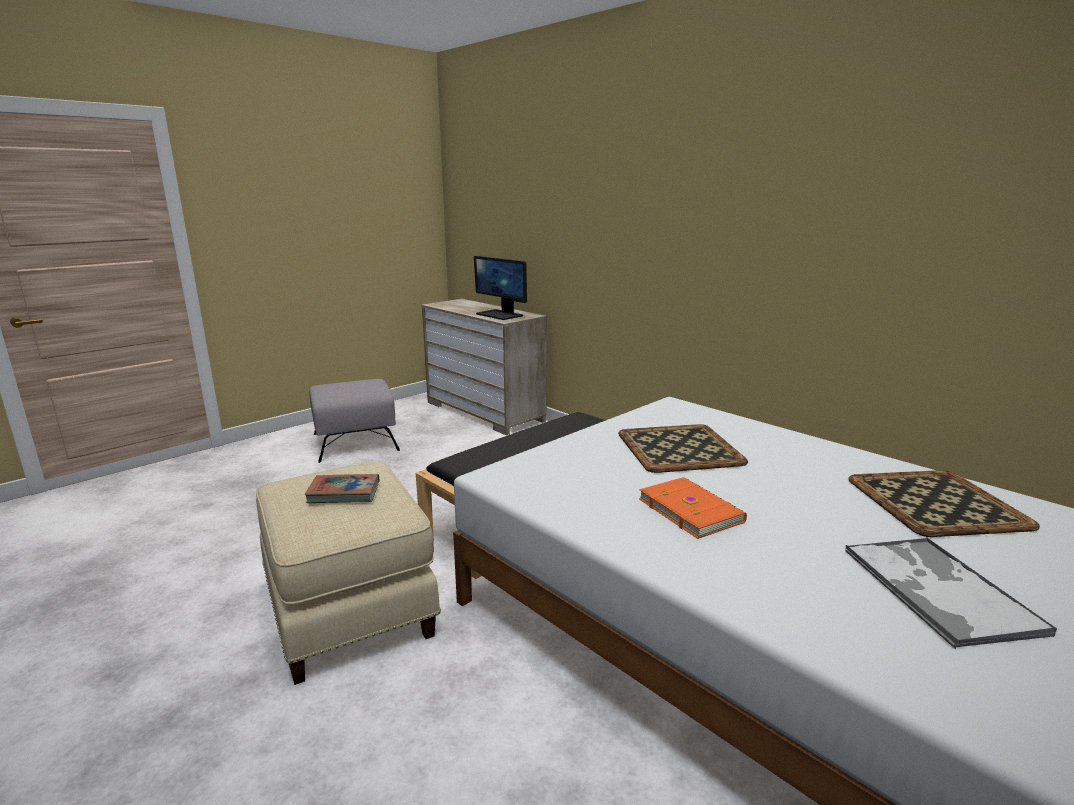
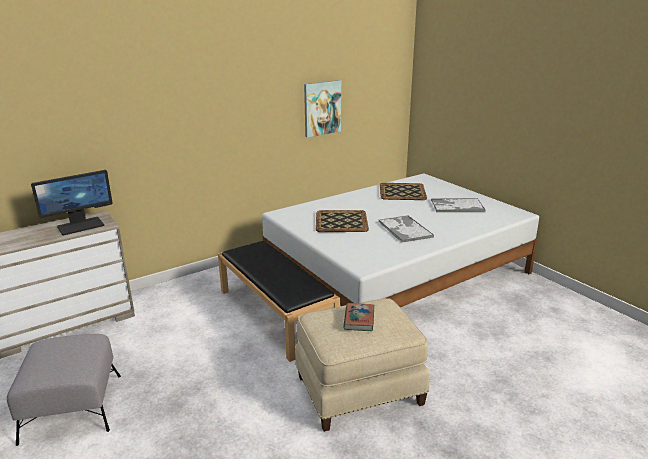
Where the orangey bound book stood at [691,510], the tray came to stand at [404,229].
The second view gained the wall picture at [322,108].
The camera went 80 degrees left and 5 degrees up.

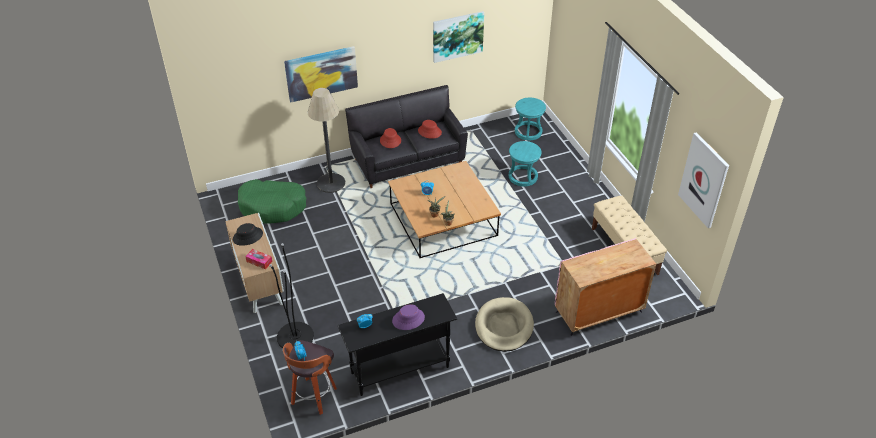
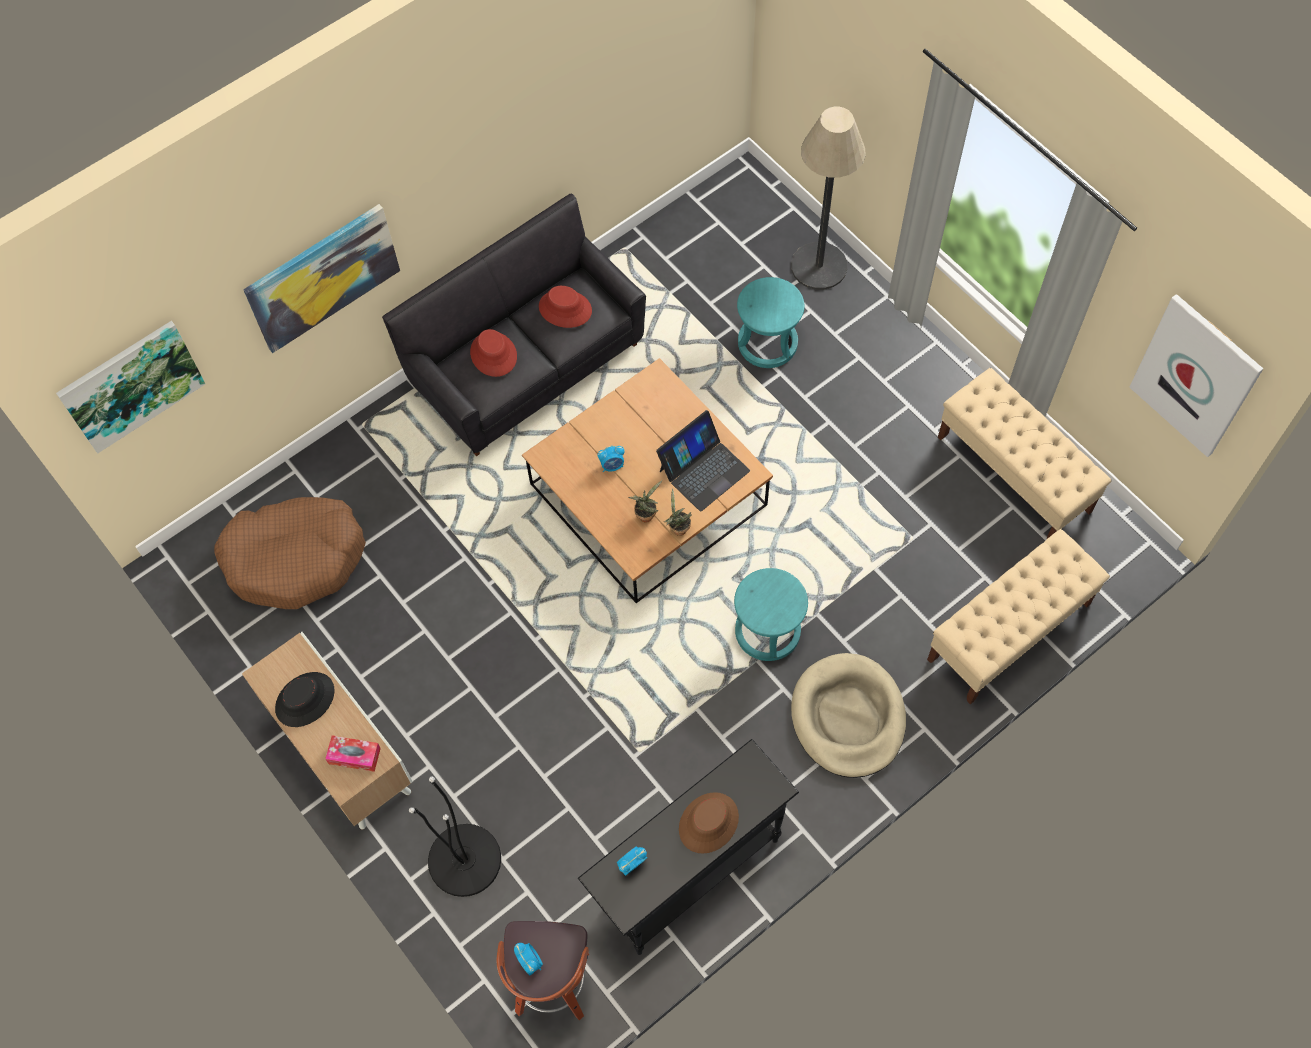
The wall picture ended up elsewhere, having gone from [457,36] to [131,385].
The standard lamp ended up elsewhere, having gone from [331,183] to [819,266].
The turquoise stool ended up elsewhere, having gone from [528,132] to [768,631].
What was the greenish dog cushion at [273,207] turned into the brown-coloured dog cushion at [295,558].
Where the pink-coloured cupboard stood at [598,312], the beige-coloured long seat came to stand at [1008,632].
What was the purple-coloured clothing hat at [408,319] turned into the brown-coloured clothing hat at [708,823].
The second view gained the portable computer at [703,470].
The camera went 15 degrees left and 20 degrees up.

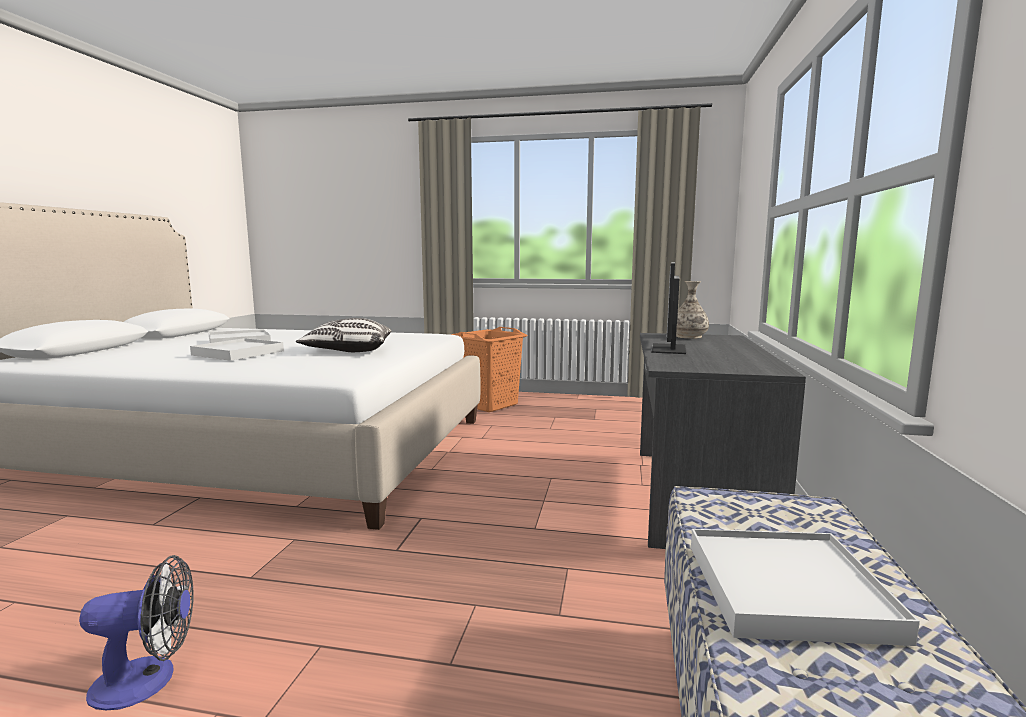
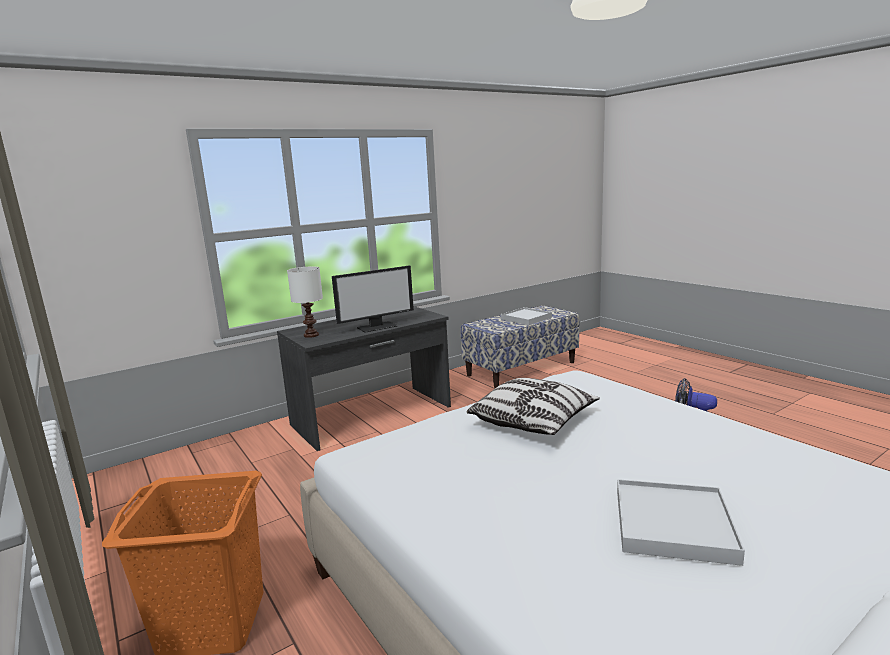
Where the vase stood at [689,336], the white lamp for a table came to stand at [310,335].
The second view lost the white tray at [238,353].
The camera went 135 degrees left and 5 degrees up.

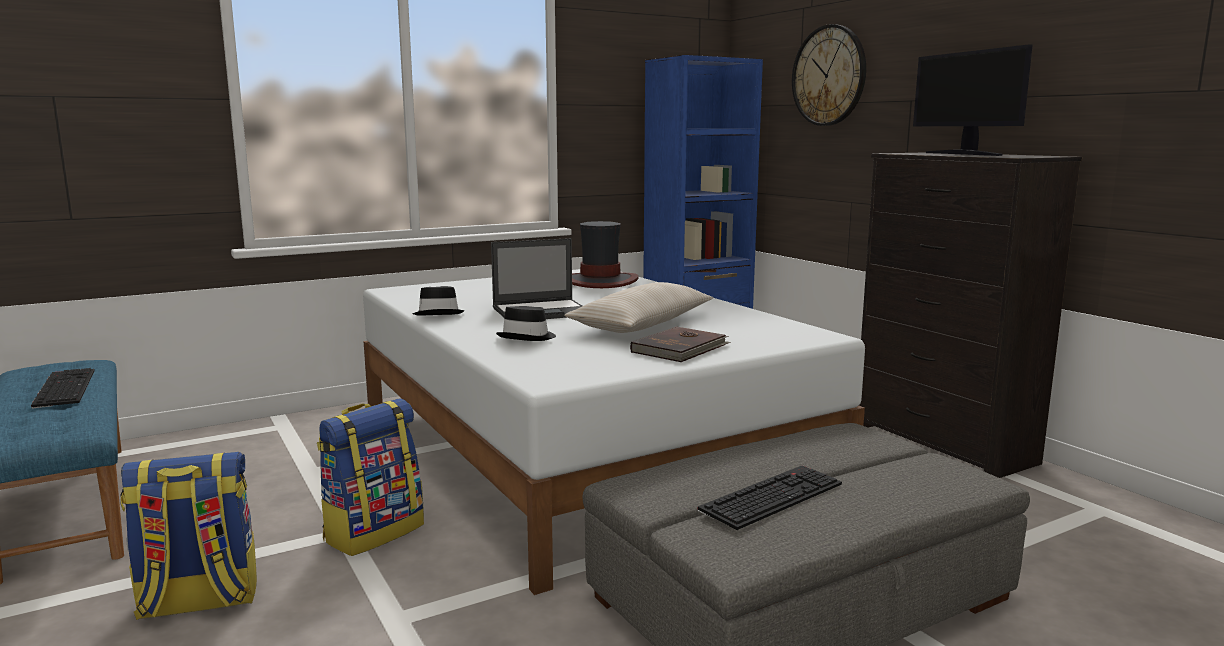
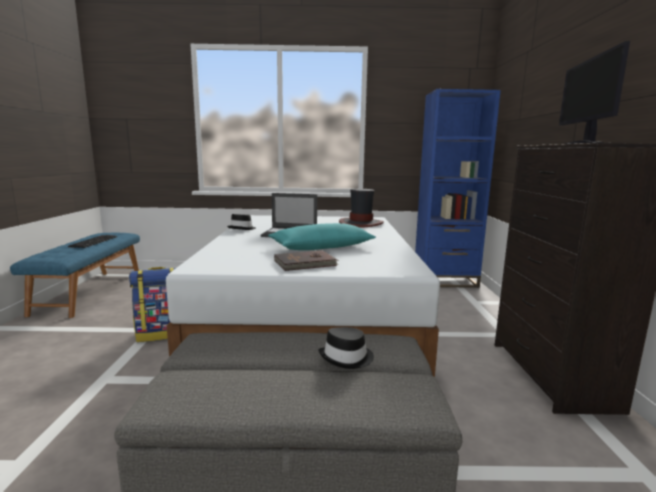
The second view lost the wall clock at [829,76].
What was the beige-coloured pillow at [642,324] turned into the turquoise pillow at [322,247].
The black clothing hat ended up elsewhere, having gone from [528,337] to [347,358].
The second view lost the backpack at [198,602].
The second view lost the computer keyboard at [771,496].
The camera went 30 degrees right and 0 degrees up.

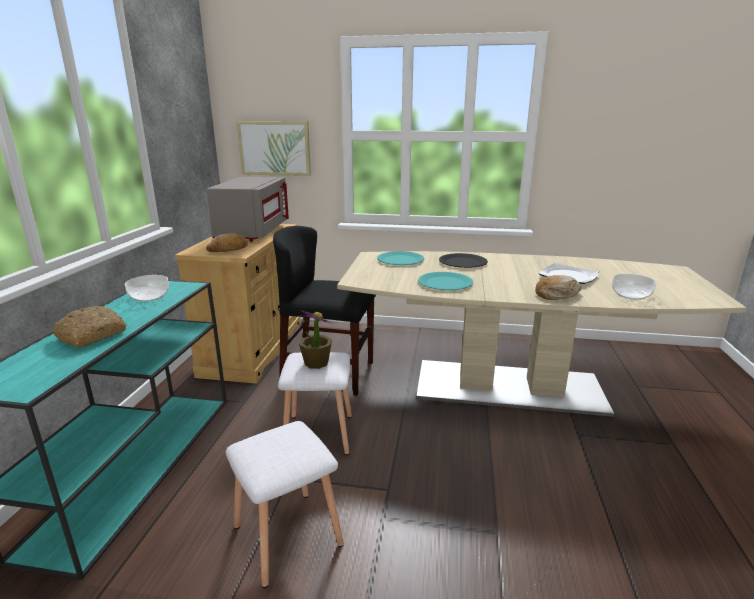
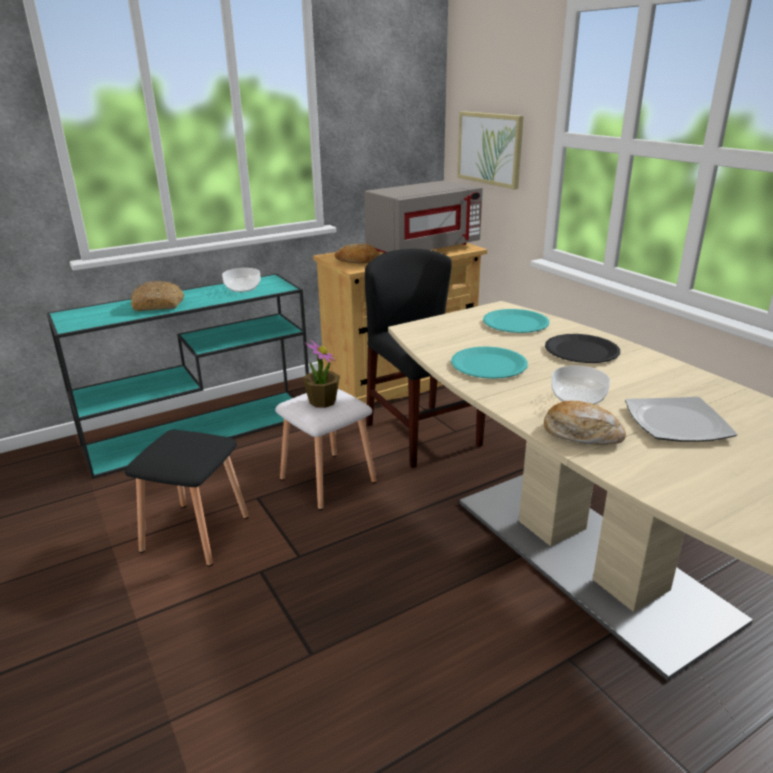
The bowl ended up elsewhere, having gone from [631,295] to [577,398].
What was the white stool at [286,535] turned into the black stool at [196,532].
The camera went 50 degrees right and 5 degrees up.

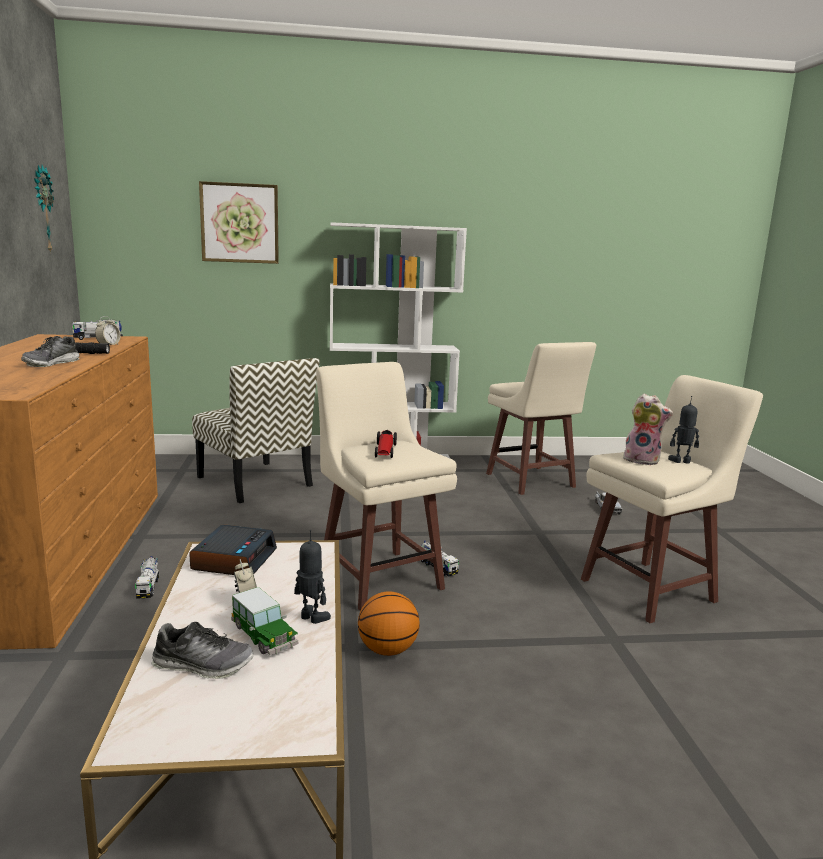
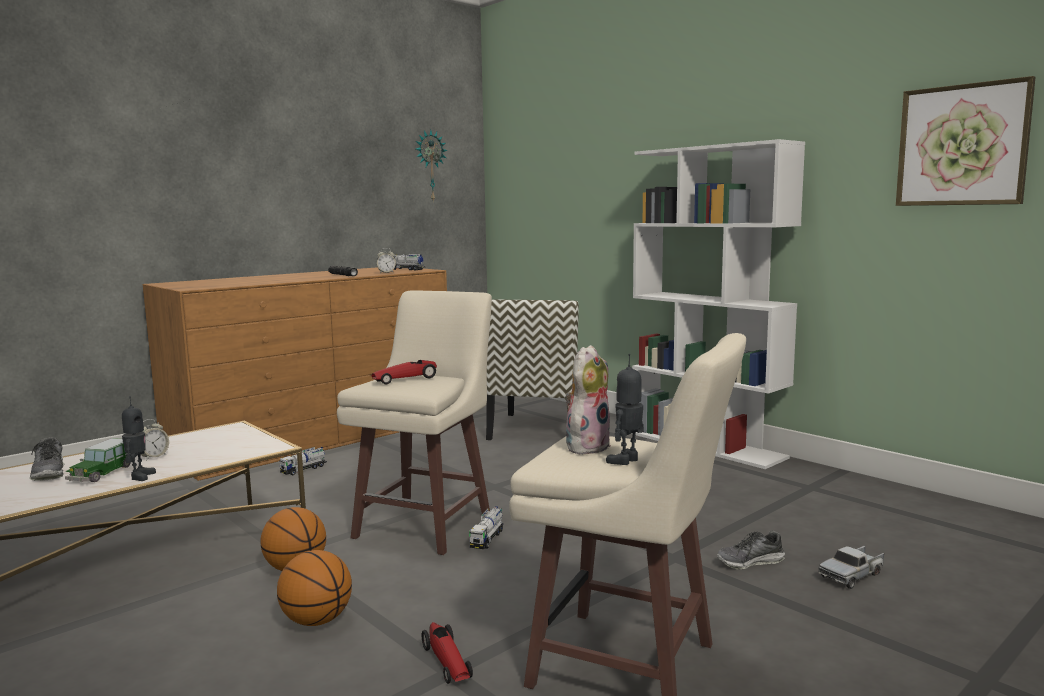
The wall picture ended up elsewhere, having gone from [240,223] to [962,145].
The low shoe ended up elsewhere, having gone from [51,363] to [750,562].
The second view lost the beige-coloured stool at [531,481].
The cuddly toy at [642,460] ended up facing another way, 135 degrees counterclockwise from before.
The model robot at [681,461] ended up facing another way, 105 degrees counterclockwise from before.
The second view lost the alarm clock at [234,559].
The second view gained the basketball at [317,620].
The second view gained the model car at [447,661].
The camera went 55 degrees right and 5 degrees down.

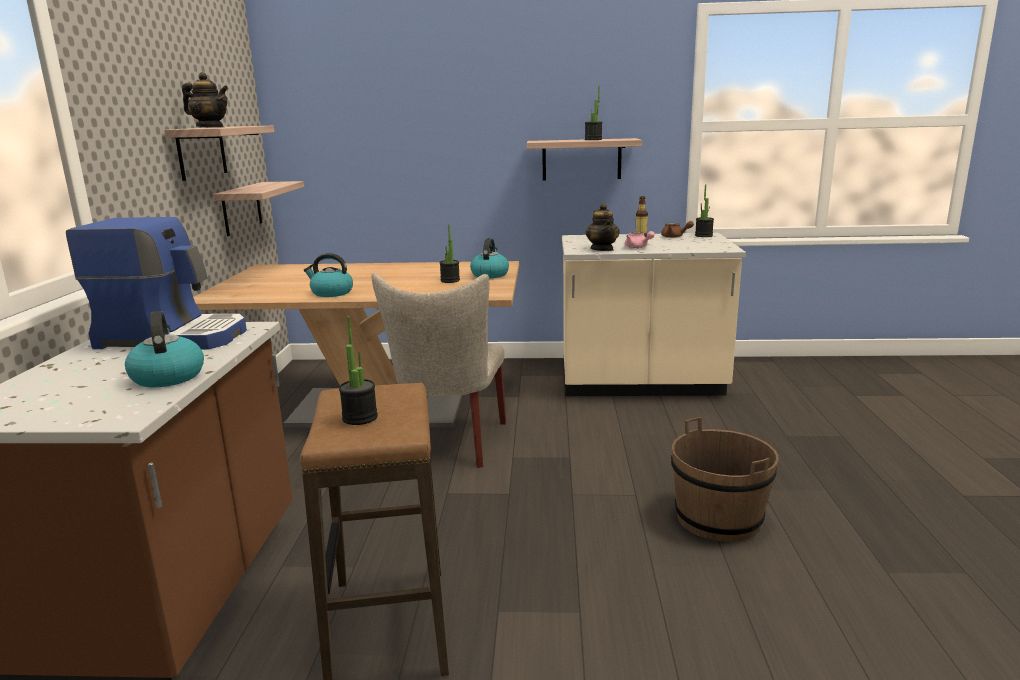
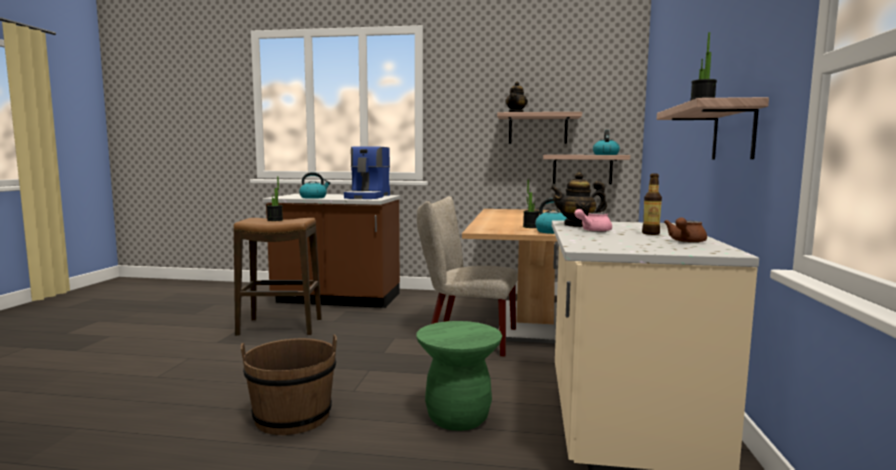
The second view lost the potted plant at [703,235].
The kettle ended up elsewhere, having gone from [331,293] to [605,154].
The second view gained the greenish stool at [458,417].
The camera went 95 degrees right and 10 degrees down.

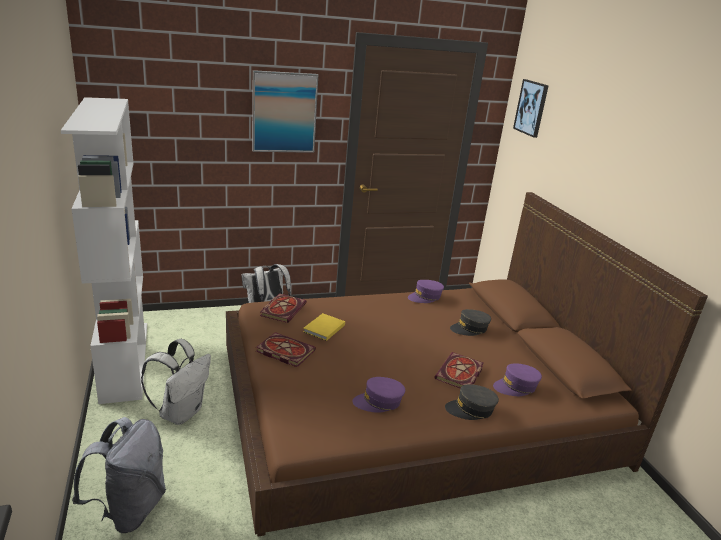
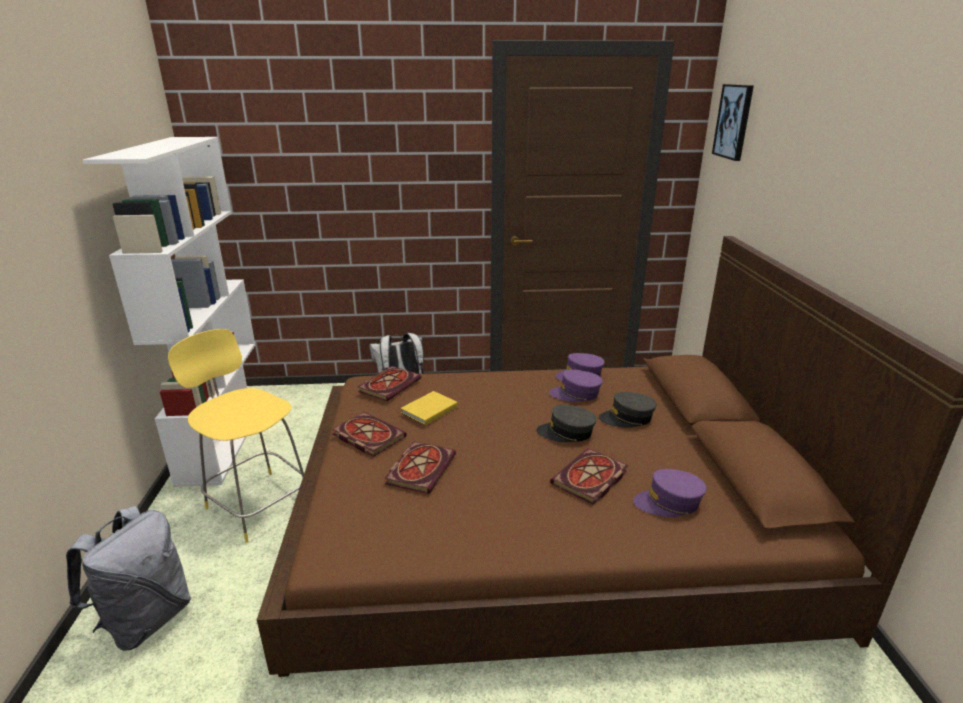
The second view lost the wall picture at [284,112].
Where the white backpack stood at [181,412], the yellow-coloured stool came to stand at [257,503].
The purple-coloured peaked cap ended up elsewhere, having gone from [378,402] to [575,394].
The grey peaked cap ended up elsewhere, having gone from [471,409] to [566,432].
The second view gained the bound book at [420,468].
The camera went 15 degrees right and 0 degrees up.

